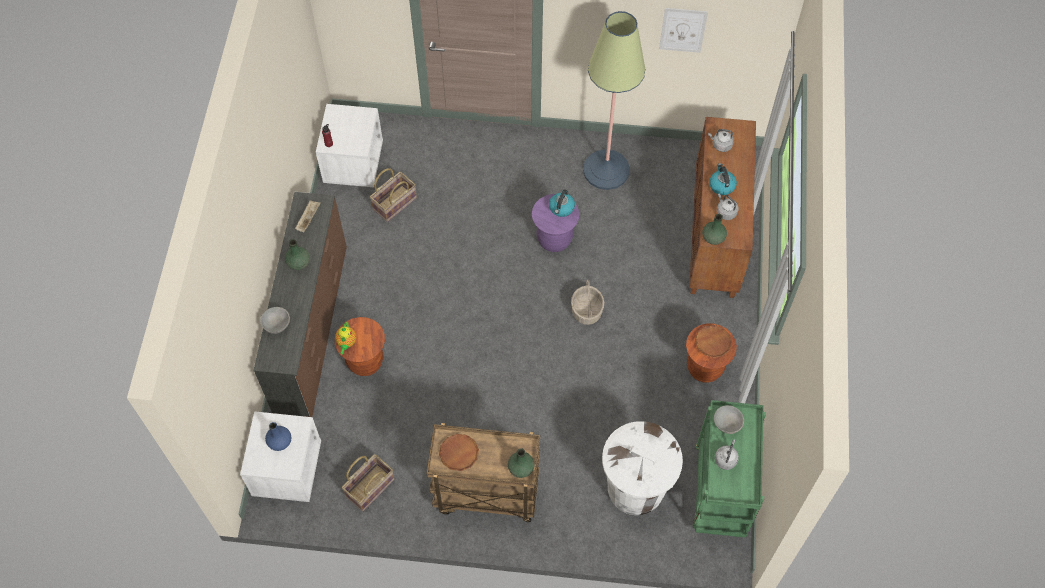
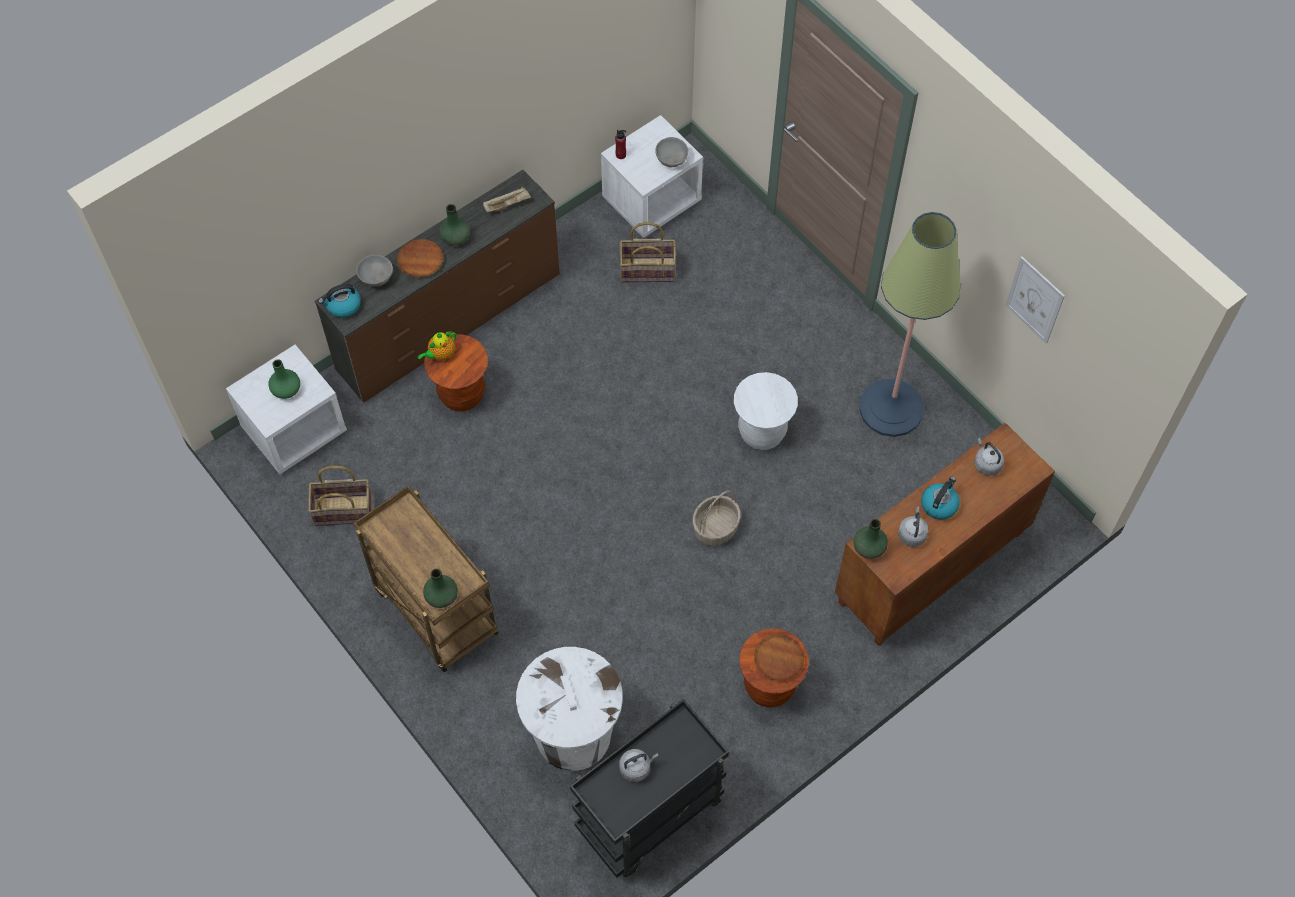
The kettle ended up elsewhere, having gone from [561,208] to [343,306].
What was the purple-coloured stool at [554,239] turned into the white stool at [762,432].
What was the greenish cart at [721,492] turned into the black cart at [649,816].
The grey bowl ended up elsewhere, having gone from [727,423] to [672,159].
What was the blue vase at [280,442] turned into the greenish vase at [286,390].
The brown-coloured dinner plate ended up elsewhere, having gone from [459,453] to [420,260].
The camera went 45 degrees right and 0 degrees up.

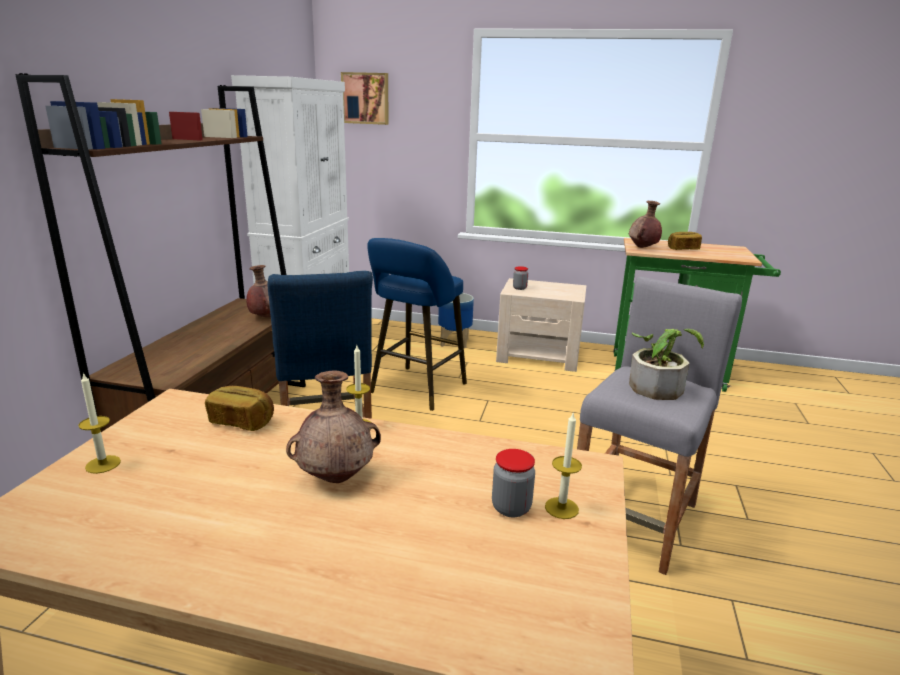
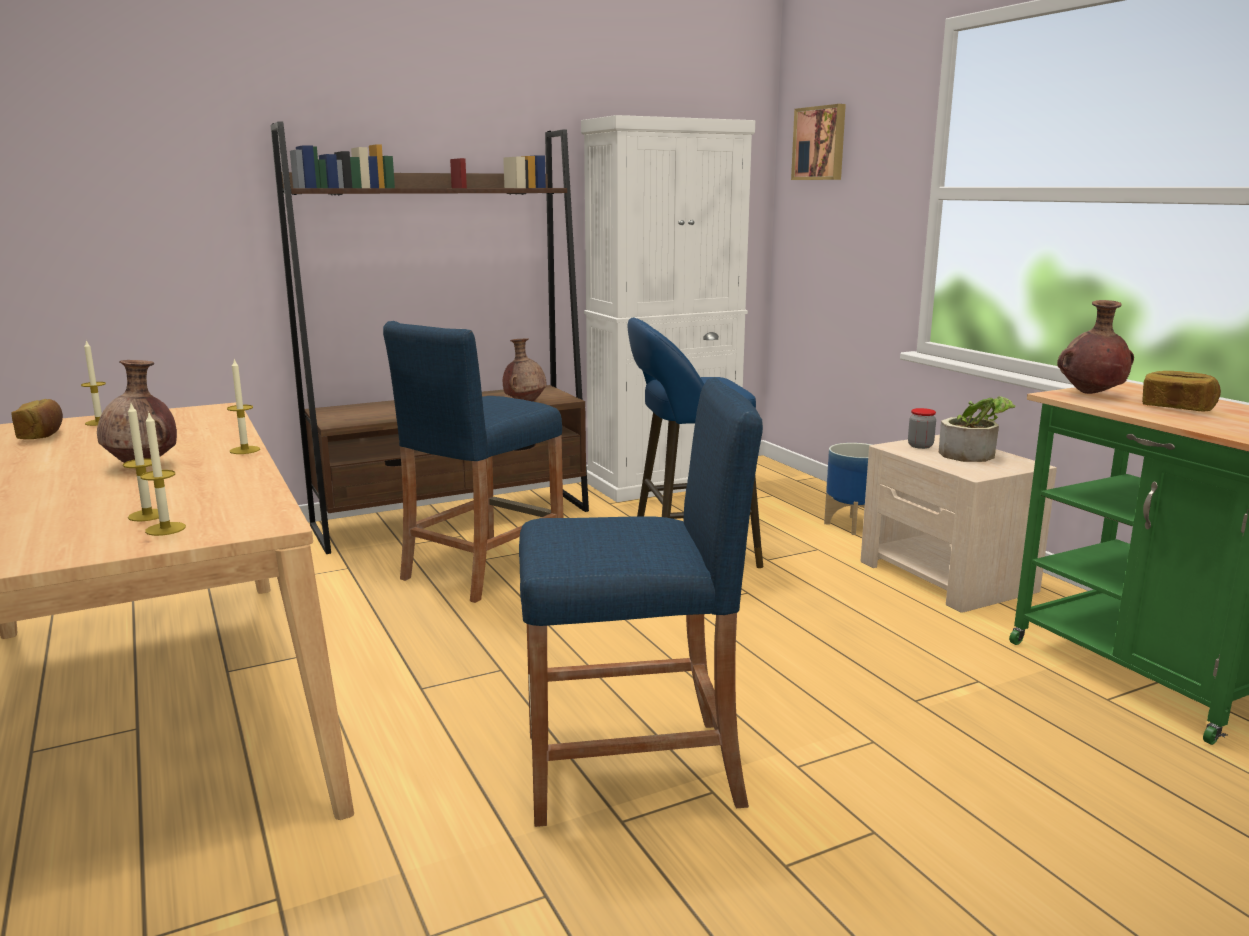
What was the grey stool at [634,519] turned into the blue stool at [632,769].
The potted plant ended up elsewhere, having gone from [658,385] to [974,454].
The bread ended up elsewhere, having gone from [242,421] to [42,435].
Where the storage jar stood at [511,508], the wax candle came to stand at [147,515].
The camera went 50 degrees right and 5 degrees down.

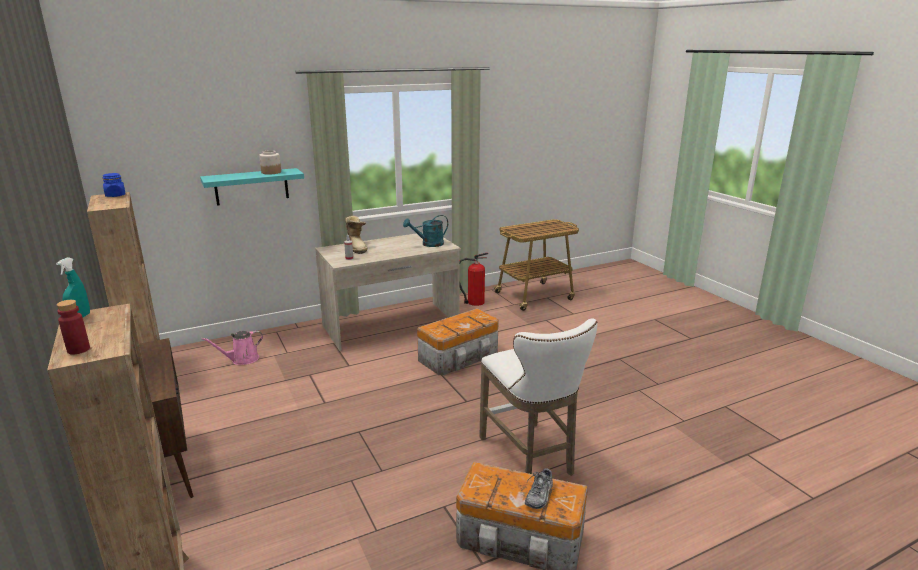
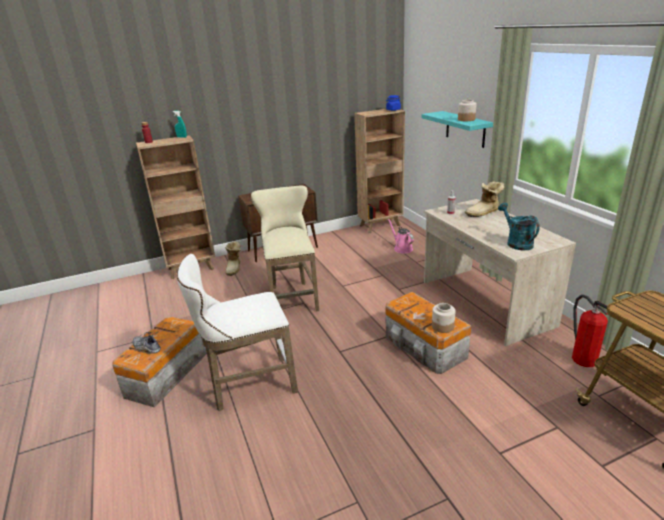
The second view gained the beige-coloured stool at [292,297].
The second view gained the tall boot at [234,268].
The second view gained the storage jar at [443,327].
The camera went 95 degrees right and 5 degrees up.

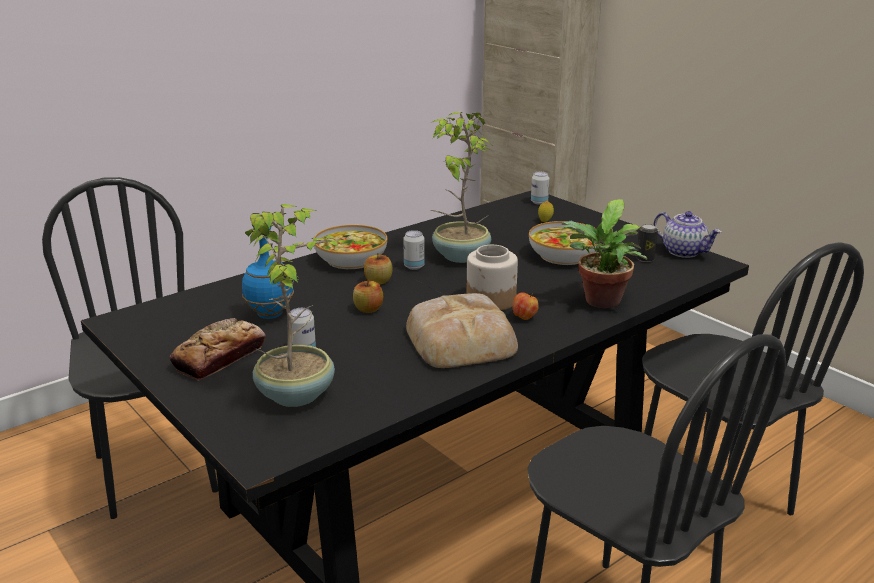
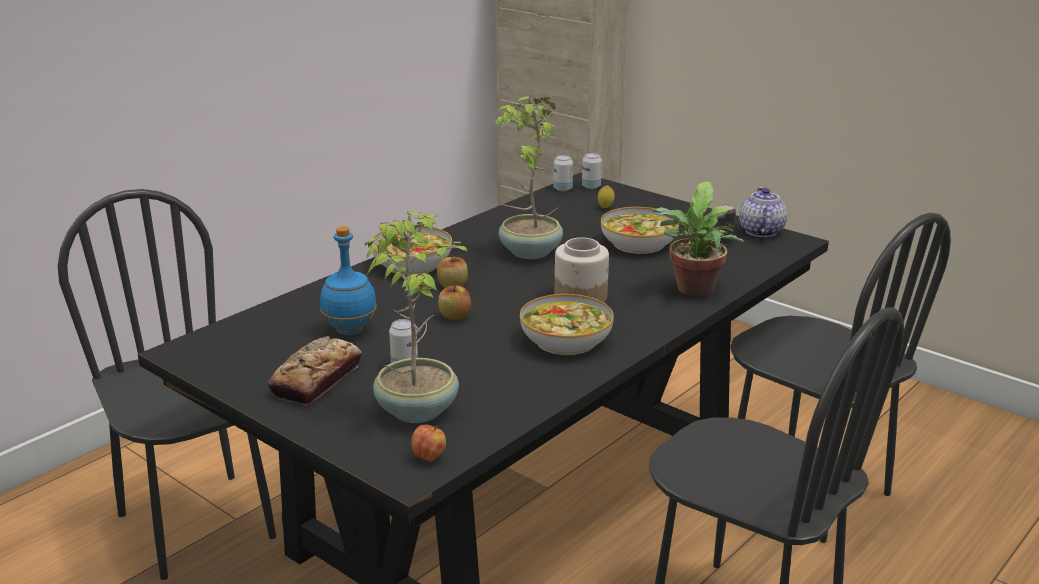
The tea pot at [684,252] ended up facing another way, 120 degrees counterclockwise from before.
The can ended up elsewhere, having gone from [414,266] to [562,189].
The apple ended up elsewhere, having gone from [524,317] to [429,457].
Where the bread stood at [461,339], the bowl came to stand at [566,340].
The camera went 10 degrees left and 0 degrees up.

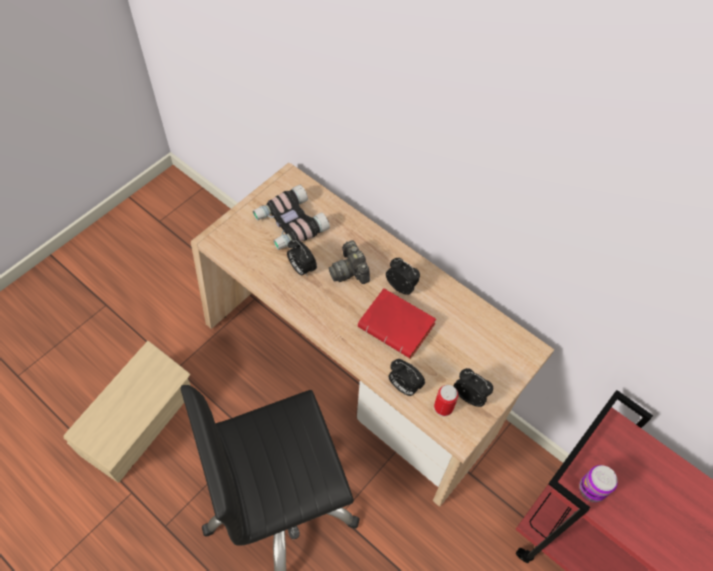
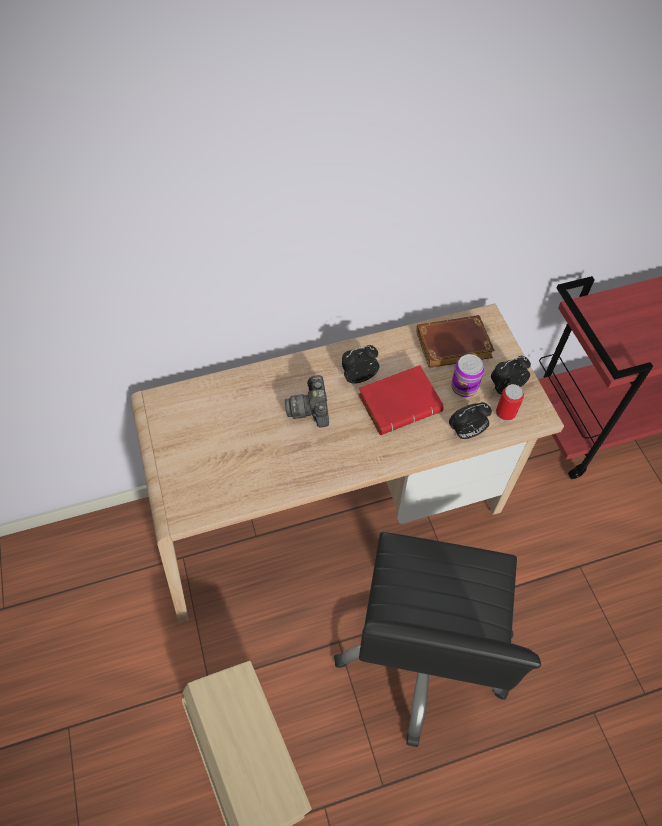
The second view lost the field glasses at [289,224].
The second view lost the alarm clock at [301,268].
The still camera at [350,271] ended up facing another way, 75 degrees clockwise from before.
The can ended up elsewhere, having gone from [591,489] to [464,387].
The second view gained the brown-coloured bound book at [451,348].
The camera went 55 degrees left and 0 degrees up.

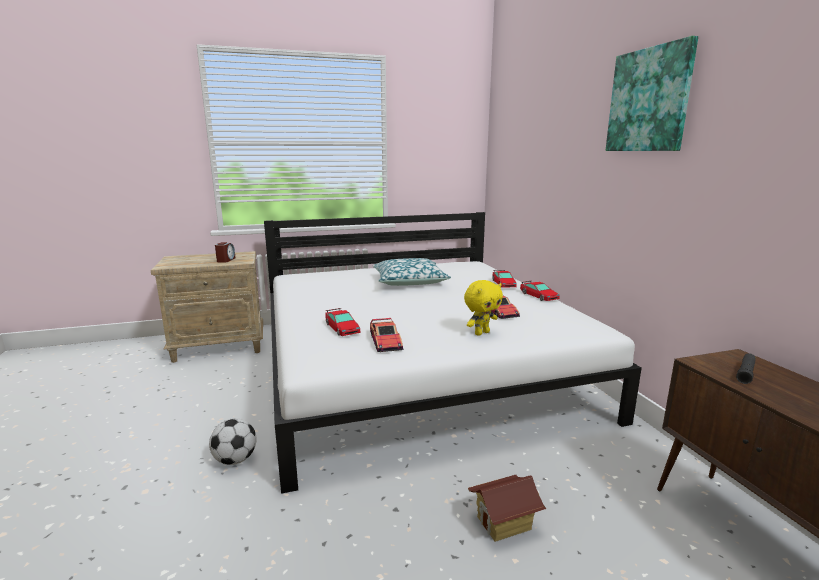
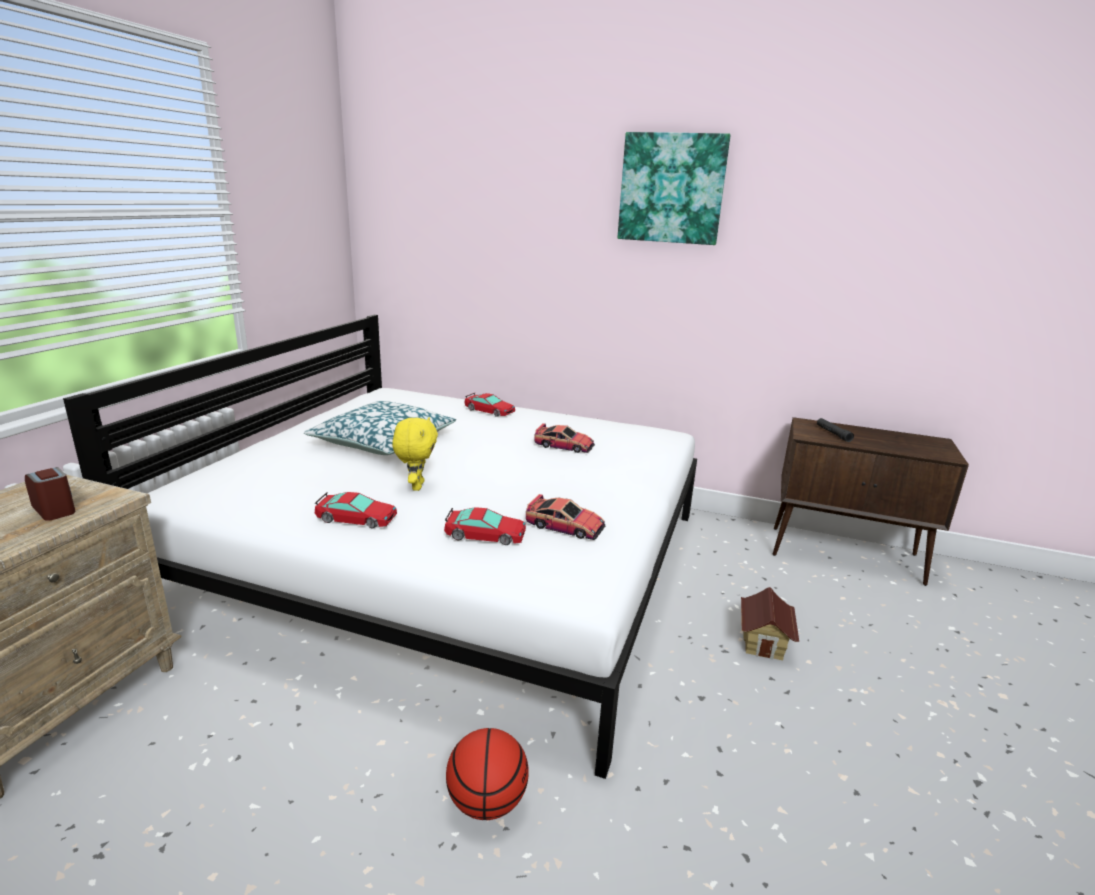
The yellow-coloured cuddly toy ended up elsewhere, having gone from [481,333] to [416,486].
The model car ended up elsewhere, having gone from [538,296] to [356,519].
Where the football stood at [235,460], the basketball came to stand at [486,802].
The camera went 55 degrees left and 5 degrees up.

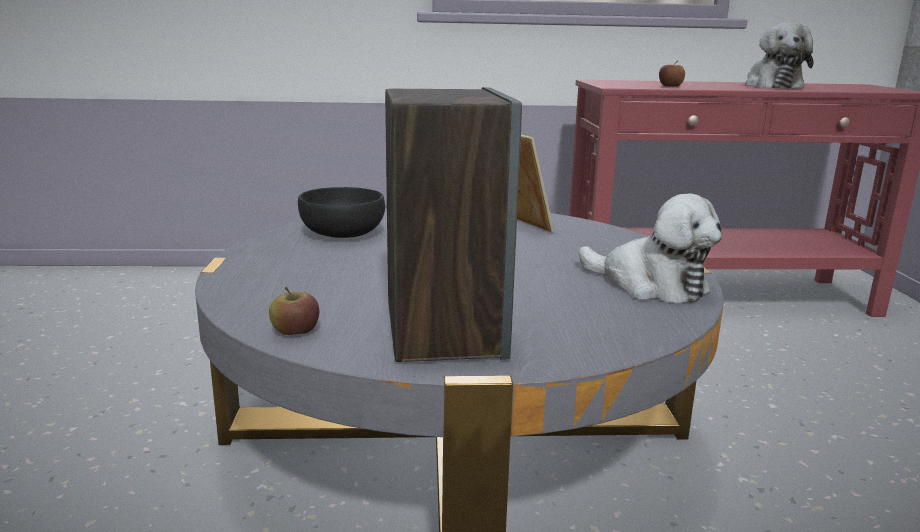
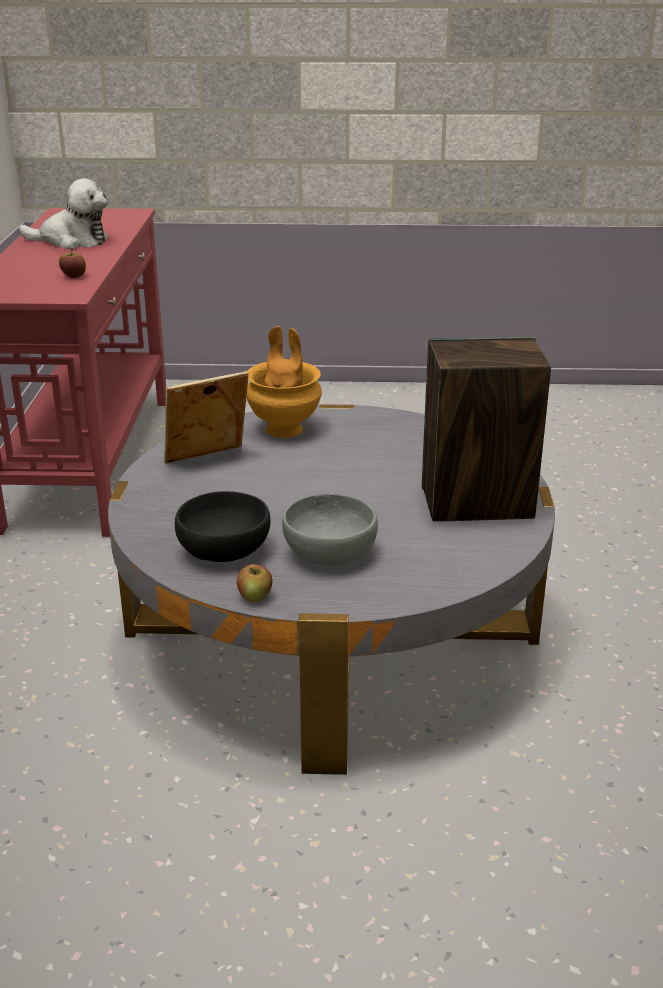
The second view lost the cuddly toy at [650,285].
The apple ended up elsewhere, having gone from [295,332] to [255,596].
The second view gained the brown-coloured vase at [285,429].
The second view gained the grey bowl at [329,553].
The camera went 85 degrees left and 10 degrees up.

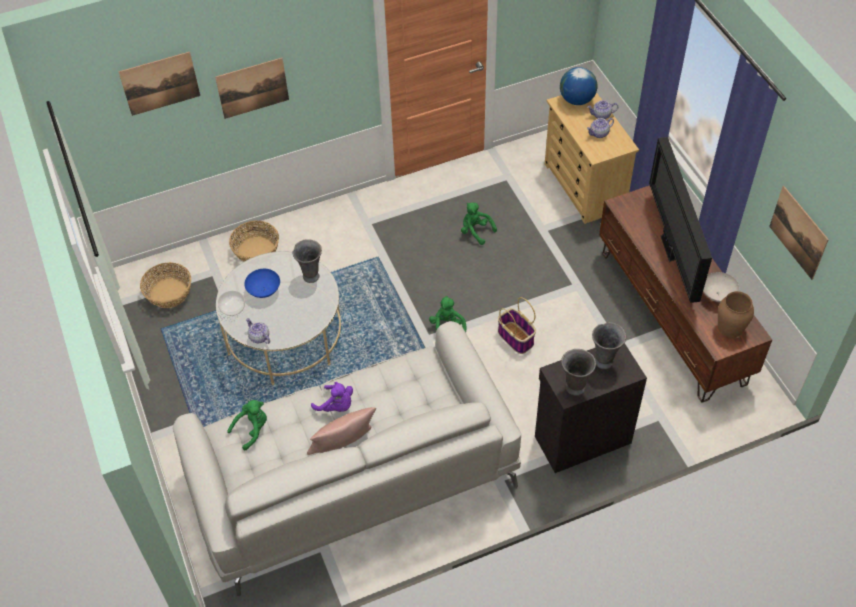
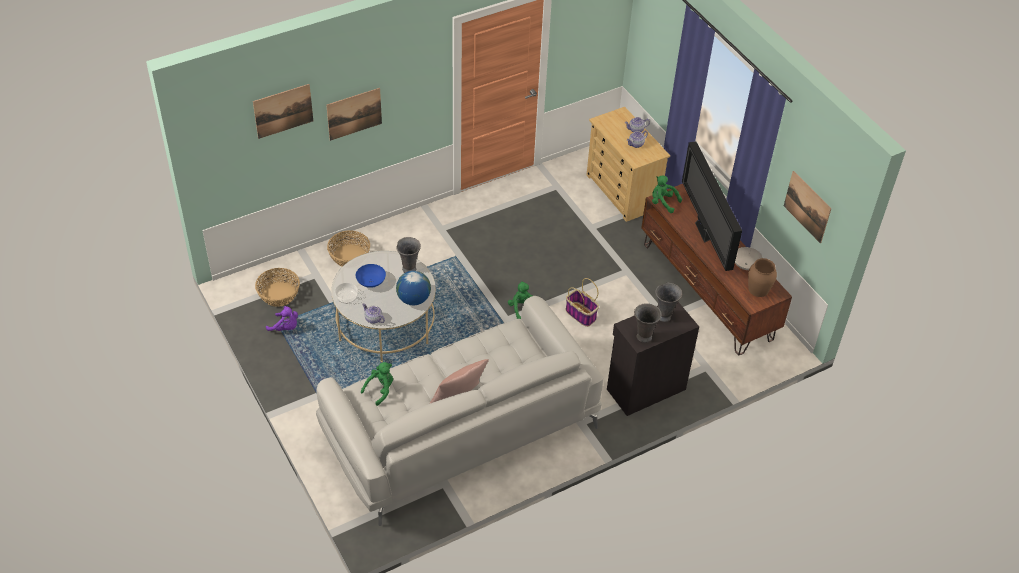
The globe ended up elsewhere, having gone from [576,100] to [413,299].
The greenish cuddly toy ended up elsewhere, having gone from [475,231] to [663,202].
The purple-coloured cuddly toy ended up elsewhere, having gone from [336,406] to [285,328].
The camera went 10 degrees left and 5 degrees down.

